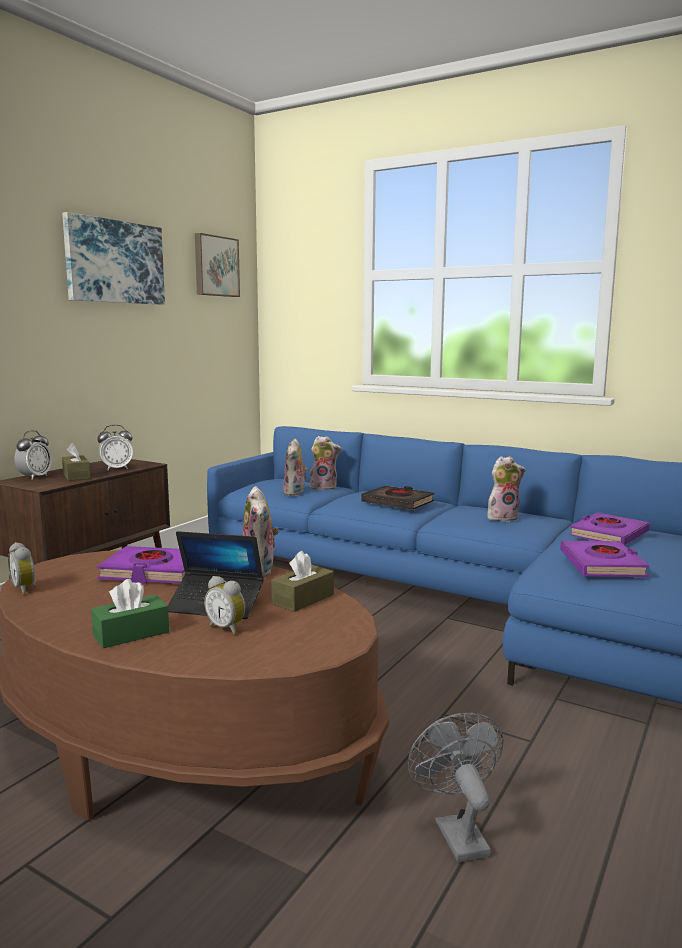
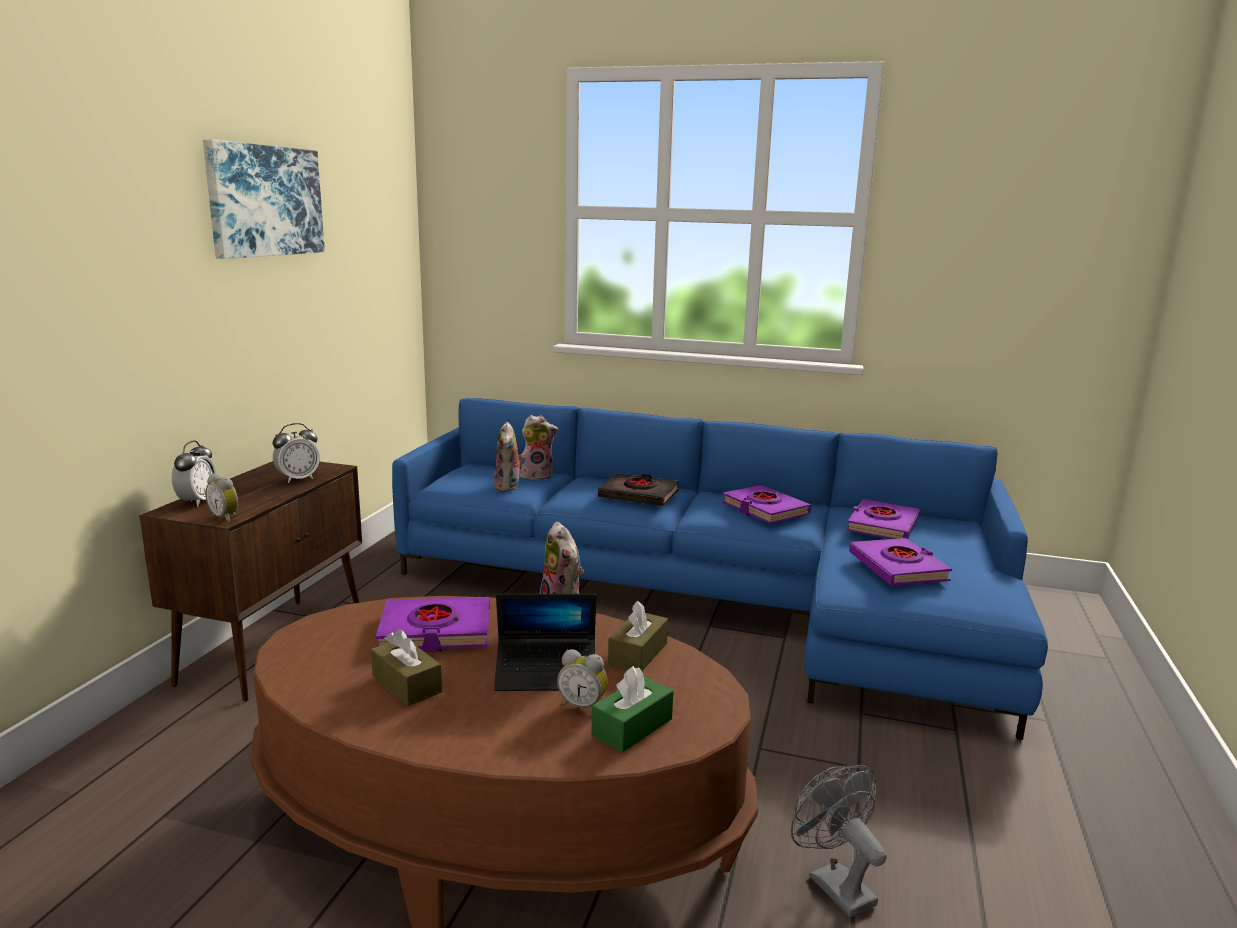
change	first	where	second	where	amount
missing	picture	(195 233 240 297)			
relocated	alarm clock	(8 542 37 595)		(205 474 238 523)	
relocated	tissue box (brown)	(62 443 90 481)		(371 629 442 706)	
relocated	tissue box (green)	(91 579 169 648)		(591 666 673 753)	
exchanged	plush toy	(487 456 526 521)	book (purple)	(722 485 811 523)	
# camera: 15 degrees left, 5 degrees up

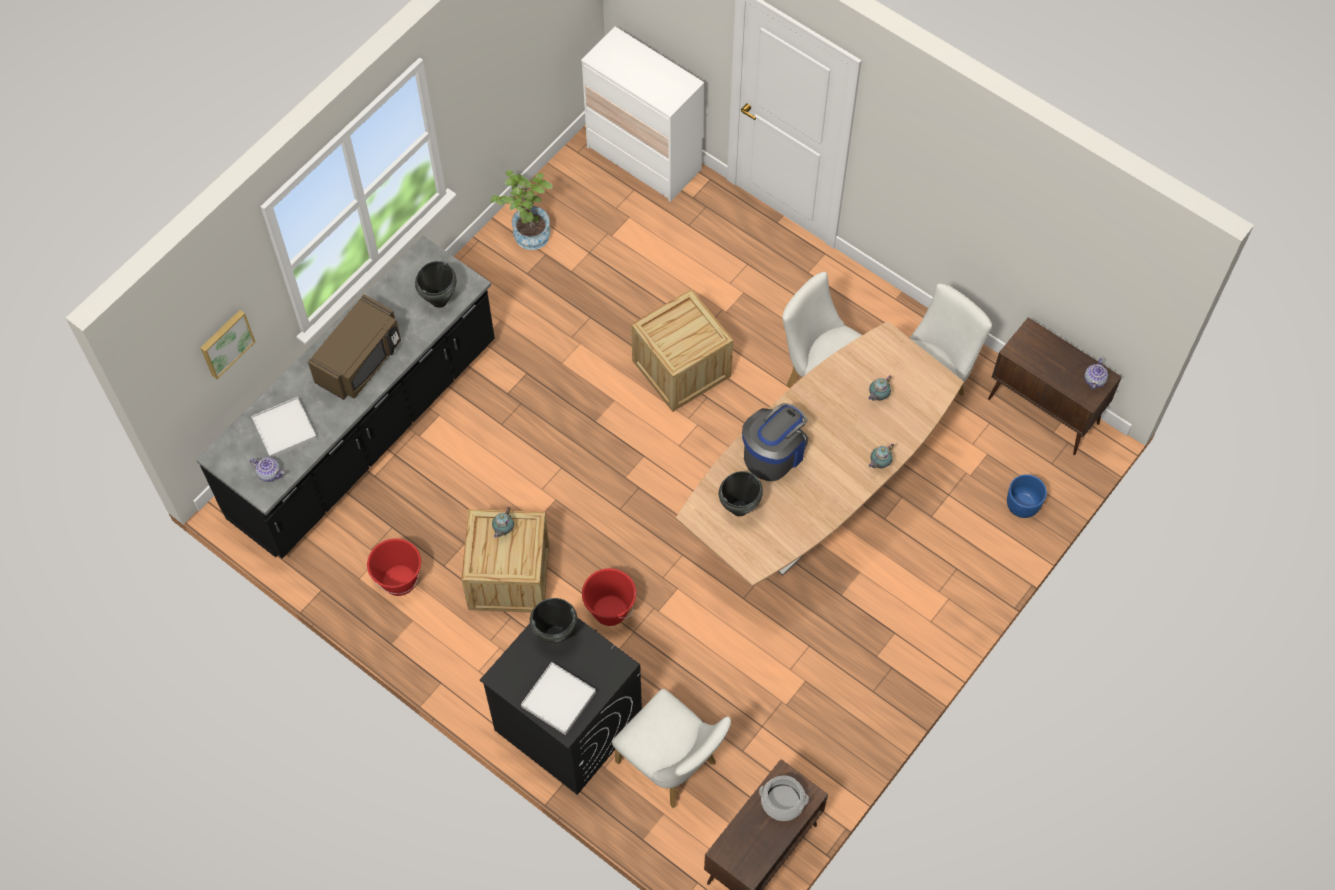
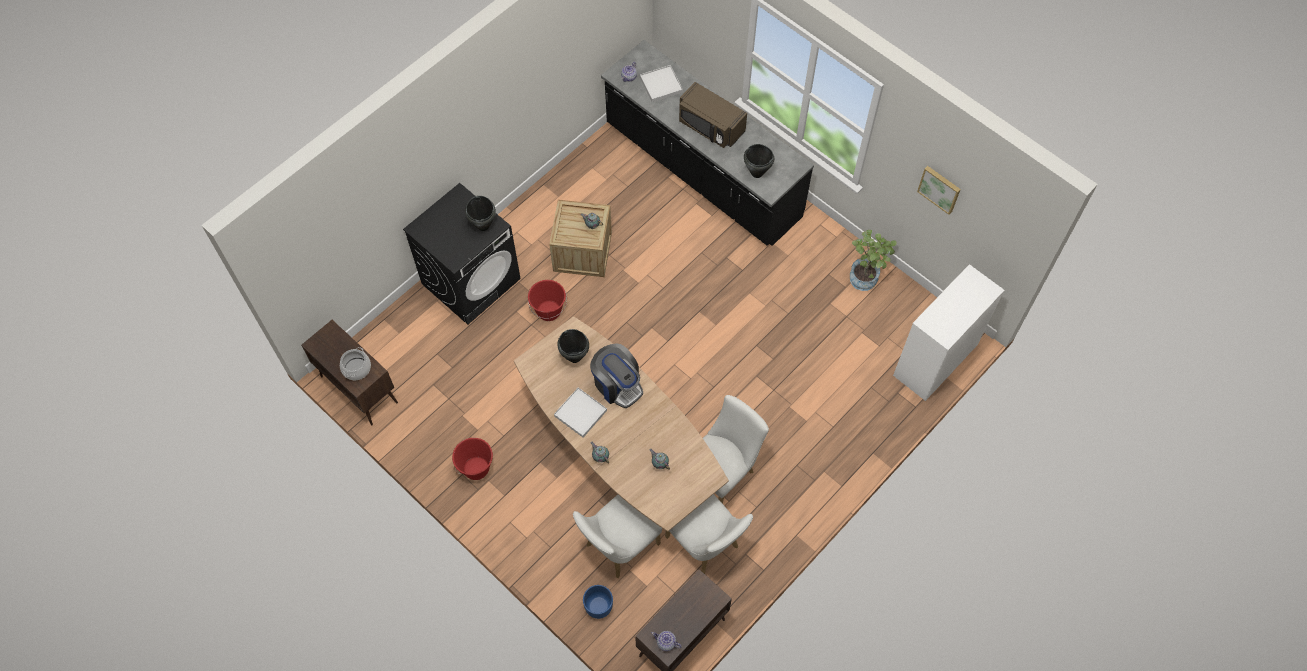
change	first	where	second	where	amount
missing	crate	(631 289 733 412)			
relocated	picture	(201 310 255 379)		(917 166 961 215)	
relocated	bucket (red)	(367 538 421 596)		(452 438 493 480)	
relocated	tray (white)	(521 662 596 735)		(554 388 607 438)	
relocated	chair (white)	(612 689 731 808)		(573 495 662 578)	
# camera: 95 degrees right, 0 degrees up

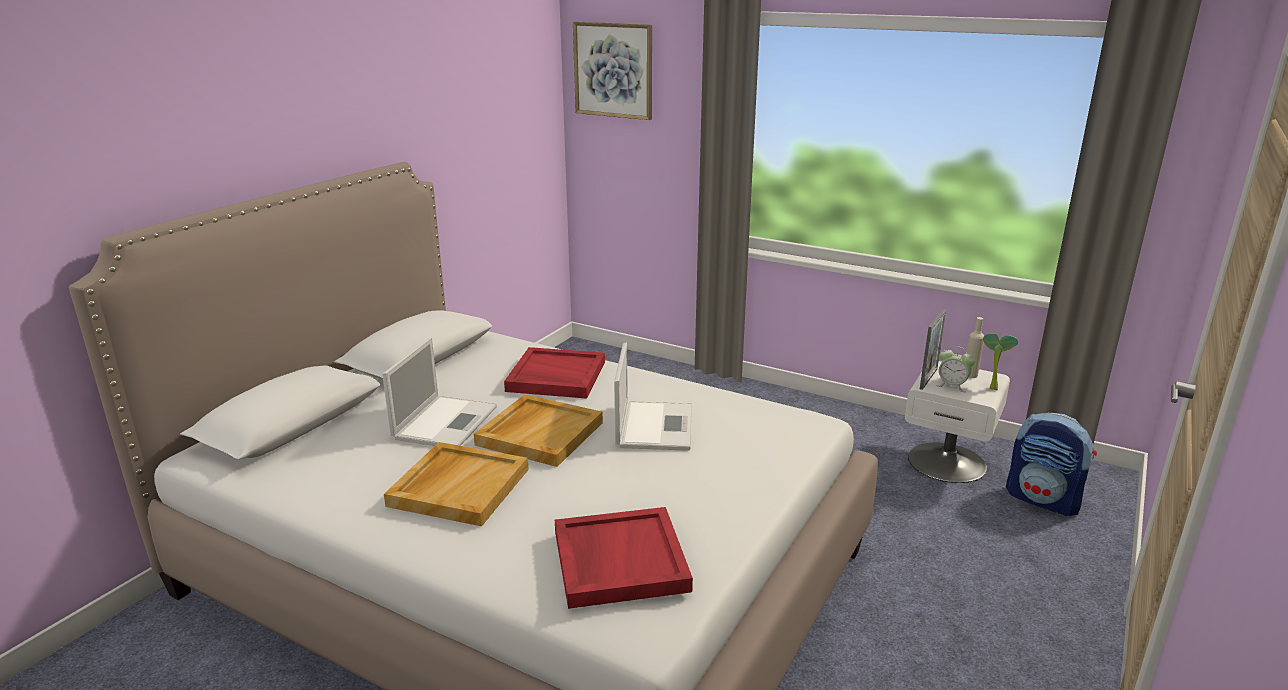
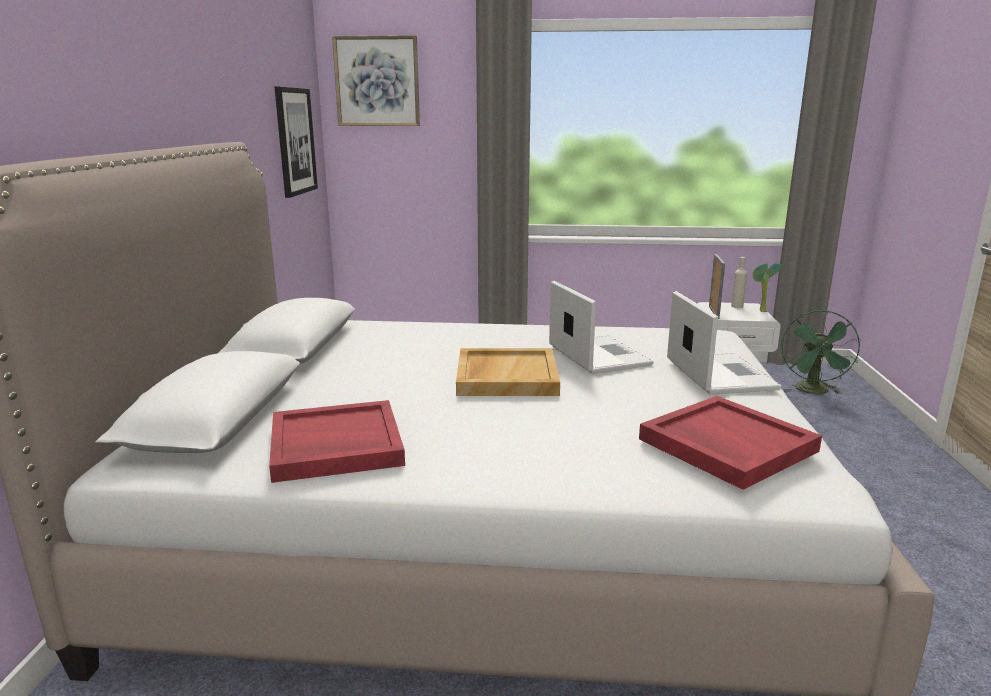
change	first	where	second	where	amount
missing	tray (beige)	(384 442 529 526)			
missing	alarm clock	(936 346 975 392)			
appeared			picture	(275 86 318 198)	
relocated	laptop	(382 337 497 446)		(667 291 781 395)	
relocated	tray (red)	(504 347 605 399)		(269 400 405 483)	
exchanged	backpack	(1006 413 1097 516)	fan (green)	(781 310 861 394)	
# camera: 25 degrees left, 5 degrees down

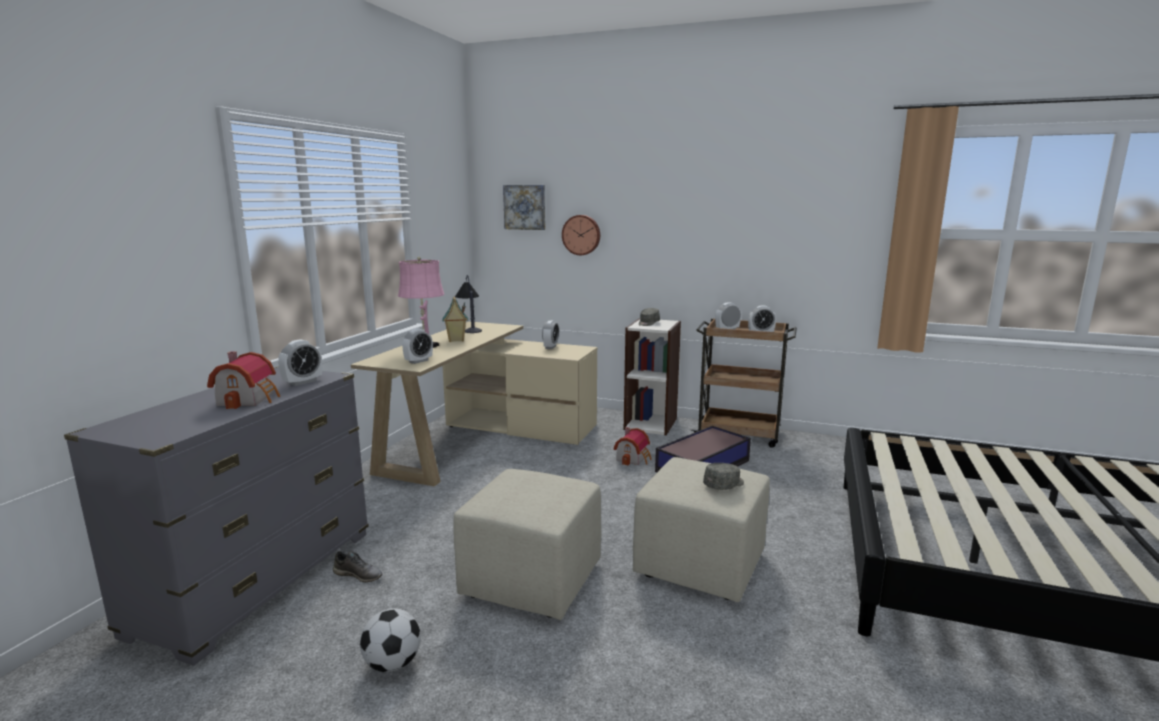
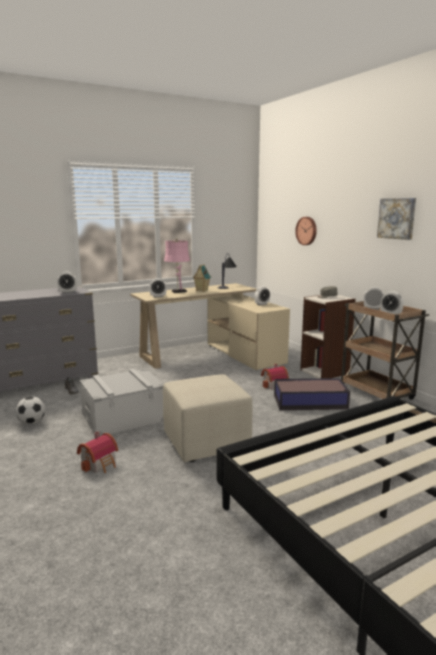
change	first	where	second	where	amount
missing	cap (grey)	(703 463 744 490)			
relocated	toy house	(207 351 280 409)		(77 431 118 473)	
relocated	picture	(503 185 545 230)		(377 198 416 240)	
exchanged	ottoman (beige)	(453 469 601 620)	storage box (grey)	(79 368 164 436)	
# camera: 40 degrees right, 0 degrees up

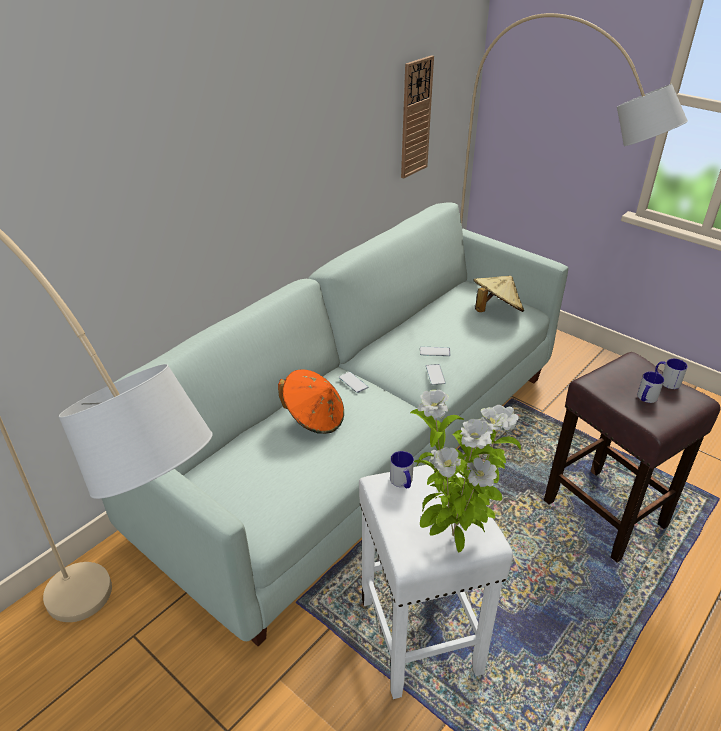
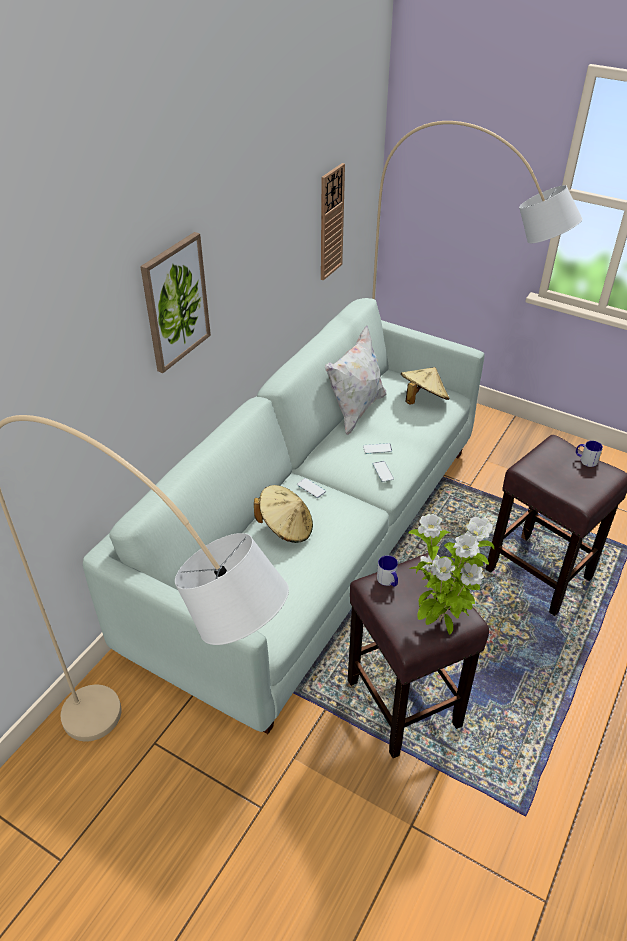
change	first	where	second	where	amount
missing	mug	(637 372 664 403)			
appeared			picture	(140 232 211 373)	
appeared			pillow (white)	(325 325 386 435)	
colour	hat (orange)	(278 369 344 434)	hat (beige)	(254 485 313 543)	
colour	stool (white)	(359 465 513 699)	stool (brown)	(348 553 489 758)	
# camera: 10 degrees left, 5 degrees up

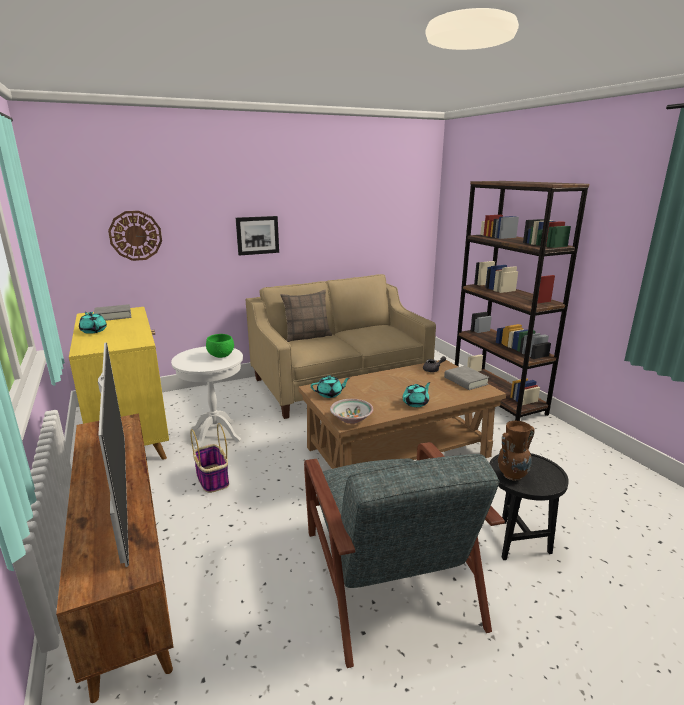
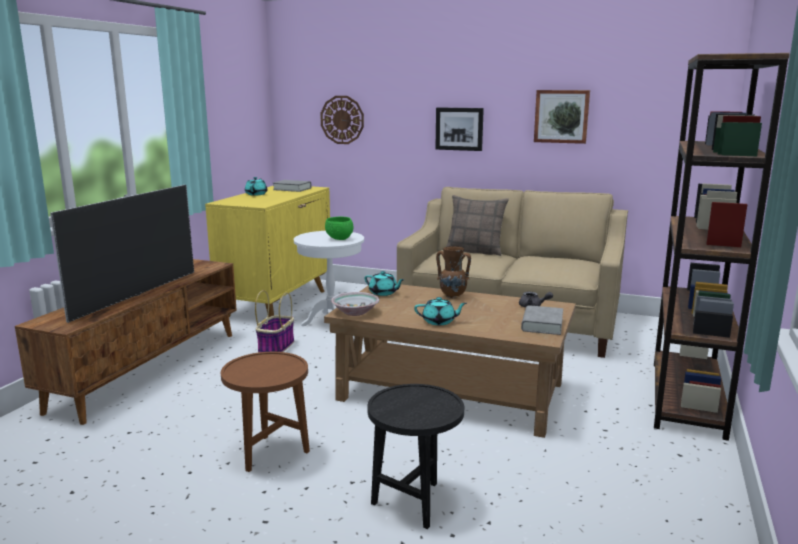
change	first	where	second	where	amount
appeared			picture	(534 90 590 144)	
relocated	vase (brown)	(498 421 535 481)		(436 246 471 298)	
exchanged	armchair (grey)	(304 442 505 668)	side table (brown)	(221 352 310 472)	
# camera: 45 degrees right, 5 degrees down

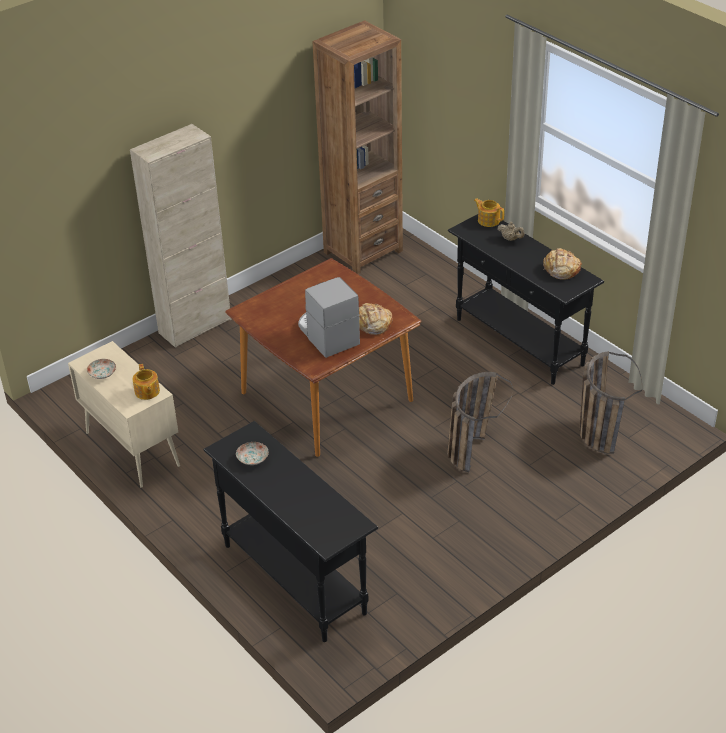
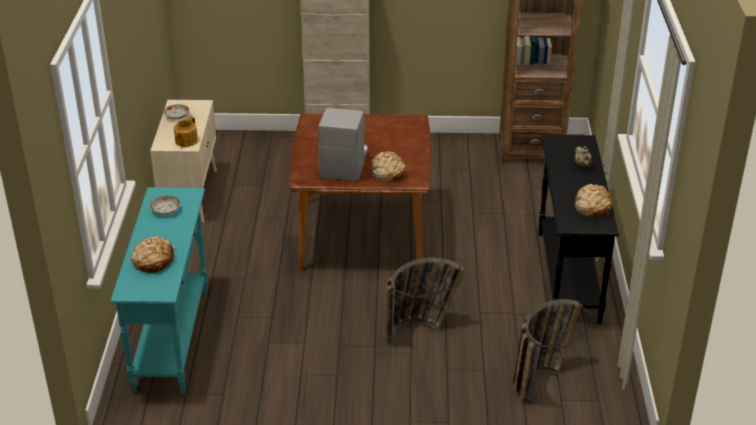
change	first	where	second	where	amount
missing	teapot	(474 198 504 227)			
appeared			bread	(131 236 175 273)	
colour	console table (black)	(203 421 378 642)	console table (turquoise)	(110 187 208 394)	
# camera: 40 degrees right, 5 degrees down

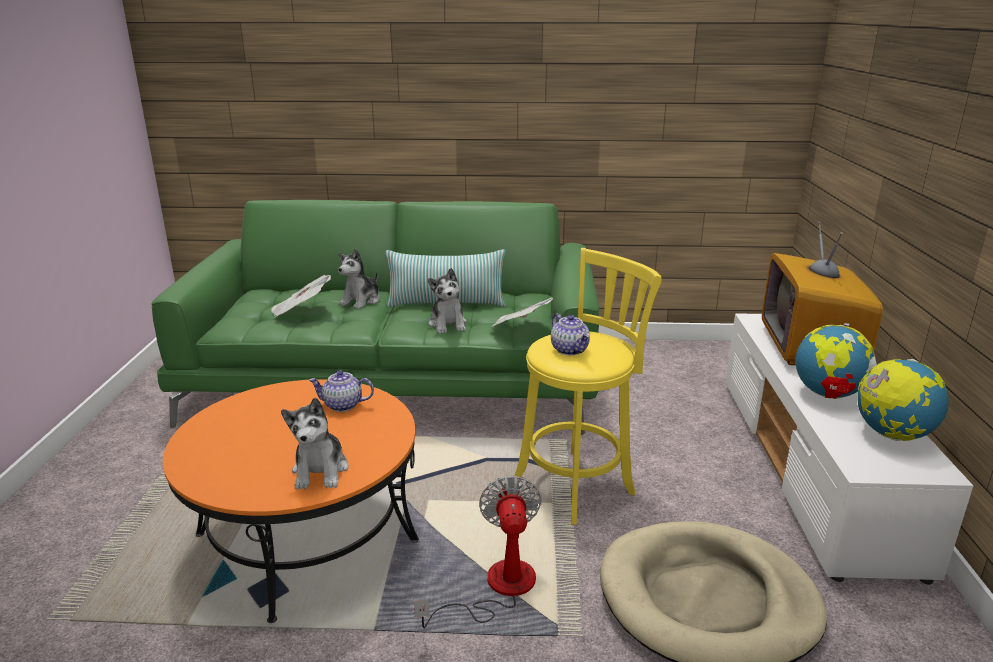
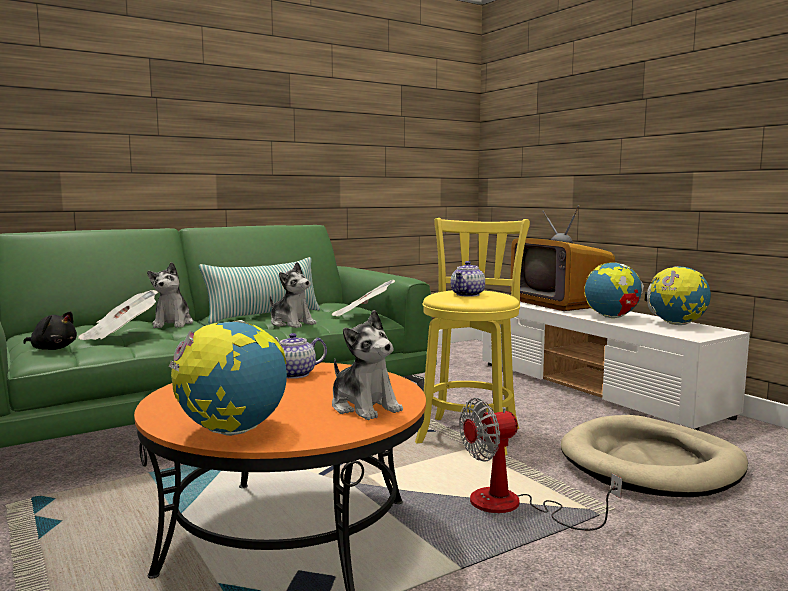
change	first	where	second	where	amount
appeared			plush toy (black)	(23 311 77 350)	
appeared			globe	(168 320 287 436)	
spun	fan	(414 476 541 628)		(459 398 622 531)	75 degrees counterclockwise
spun	teapot	(551 313 590 355)		(450 261 485 297)	90 degrees clockwise
# camera: 35 degrees left, 15 degrees down

